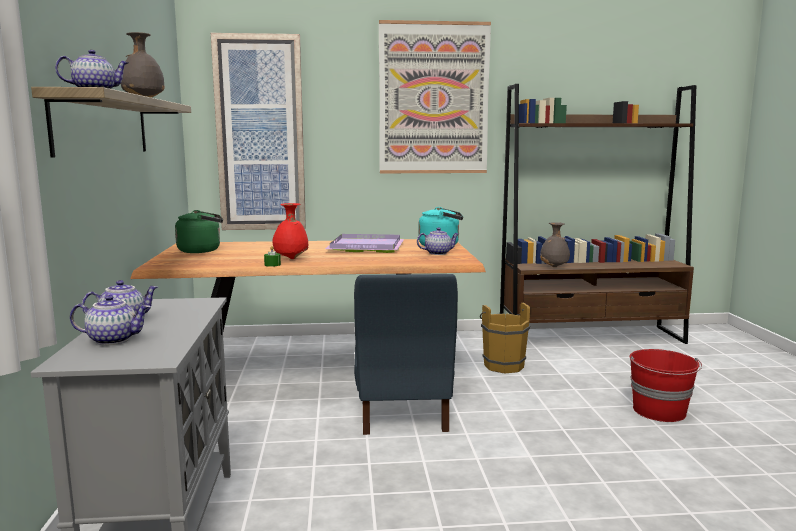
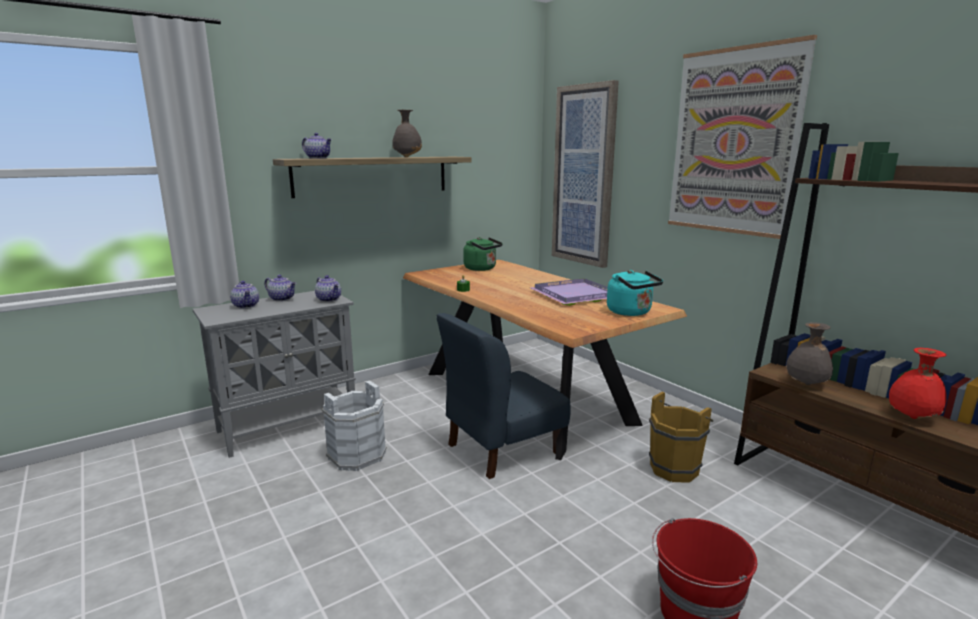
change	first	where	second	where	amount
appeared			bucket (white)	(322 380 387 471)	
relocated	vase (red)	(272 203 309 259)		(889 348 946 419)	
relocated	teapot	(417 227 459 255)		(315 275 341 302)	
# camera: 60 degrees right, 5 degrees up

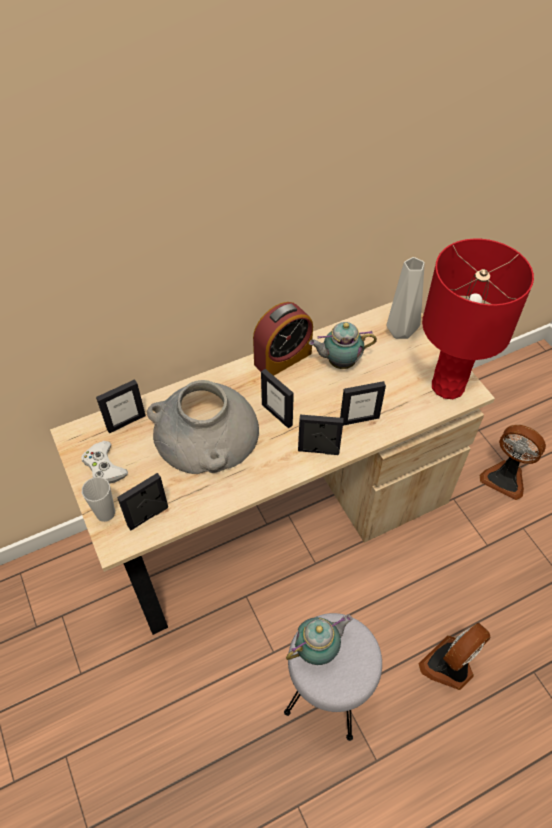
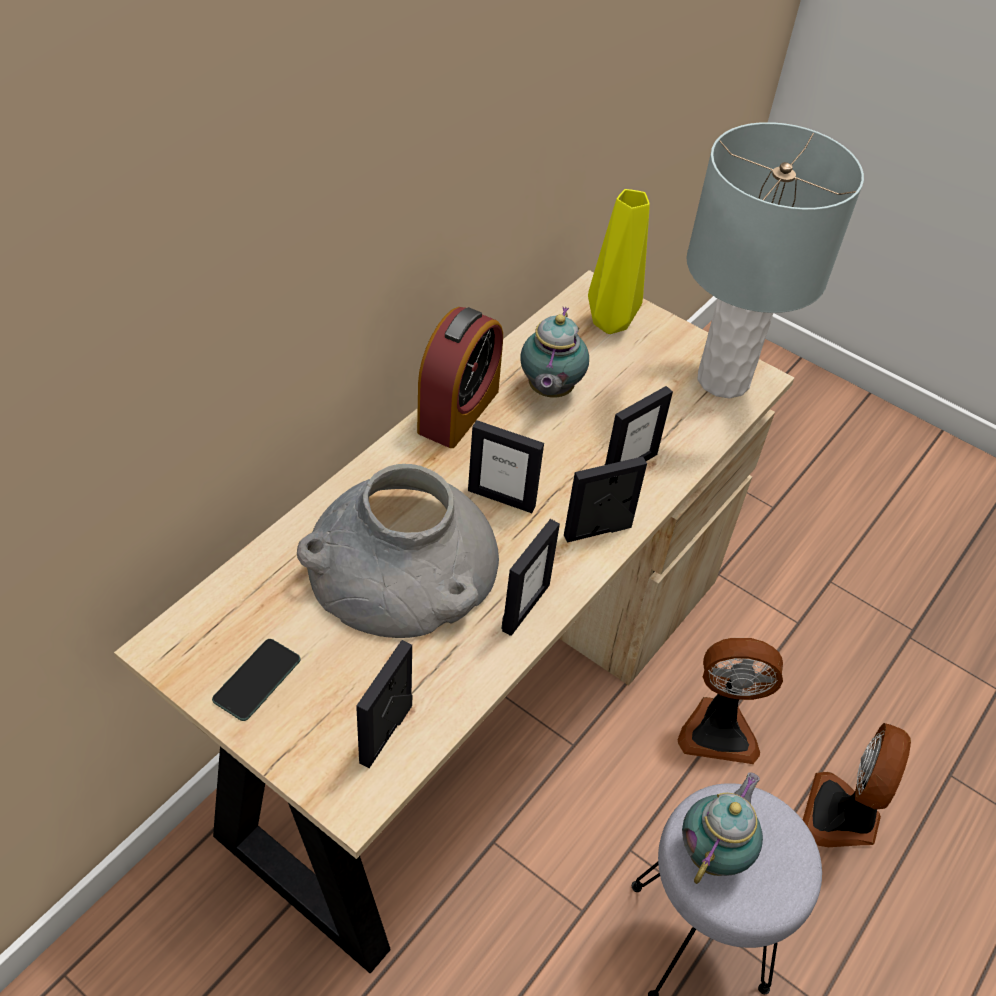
change	first	where	second	where	amount
missing	cup	(82 477 115 522)			
relocated	picture frame	(96 379 146 433)		(501 519 560 636)	
relocated	fan	(479 425 546 500)		(678 638 783 764)	
exchanged	game controller (white)	(81 441 128 484)	phone	(212 639 301 721)	
colour	vase (grey)	(386 257 425 339)	vase (yellow)	(588 189 650 334)	
colour	table lamp (red)	(422 239 534 399)	table lamp (grey)	(686 122 864 399)	
spun	teapot	(309 322 377 369)		(520 307 589 398)	45 degrees counterclockwise
# camera: 30 degrees left, 5 degrees down

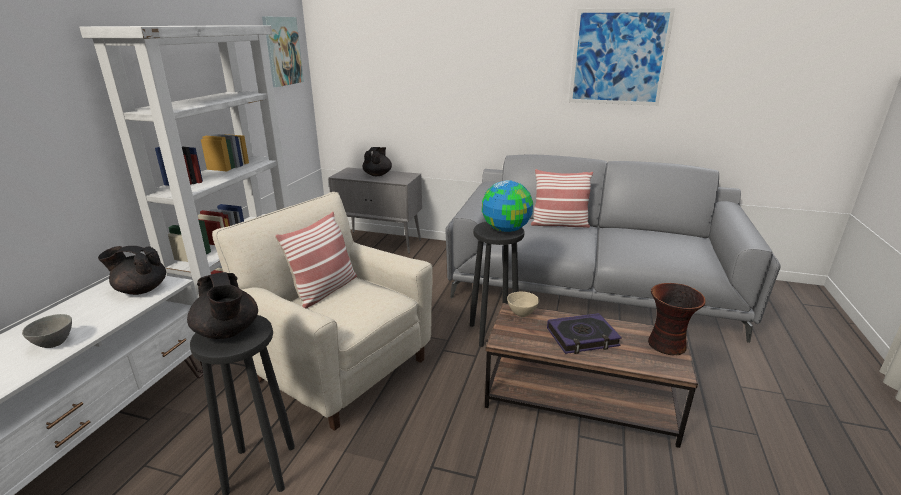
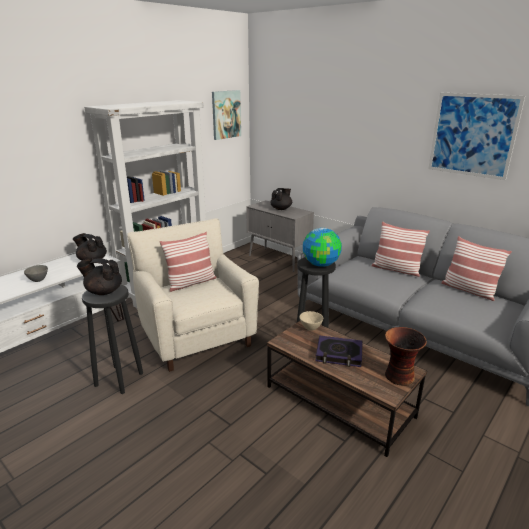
change	first	where	second	where	amount
appeared			pillow	(441 236 512 301)	
spun	teapot (black)	(187 272 258 339)		(77 258 122 295)	105 degrees clockwise
# camera: 25 degrees right, 0 degrees up

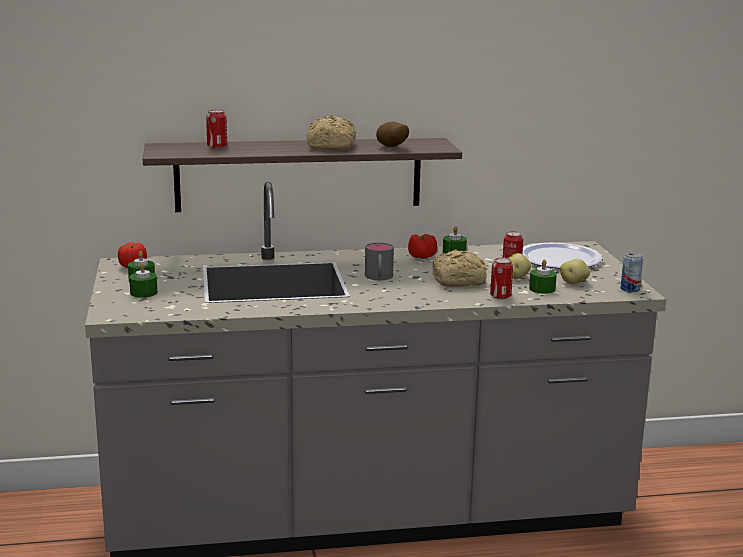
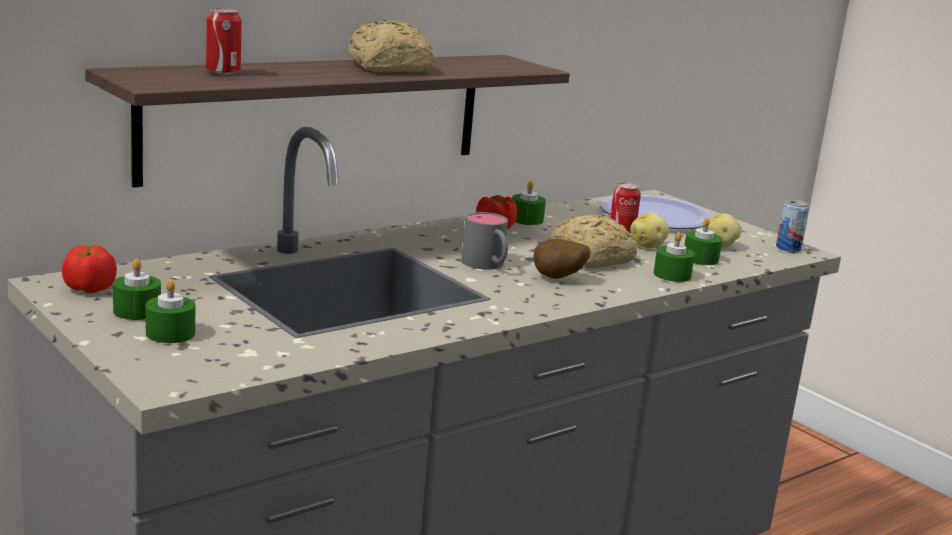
change	first	where	second	where	amount
relocated	potato	(376 122 409 147)		(533 239 591 279)	
exchanged	can	(490 257 513 299)	candle (green)	(653 232 695 282)	
# camera: 30 degrees left, 0 degrees up

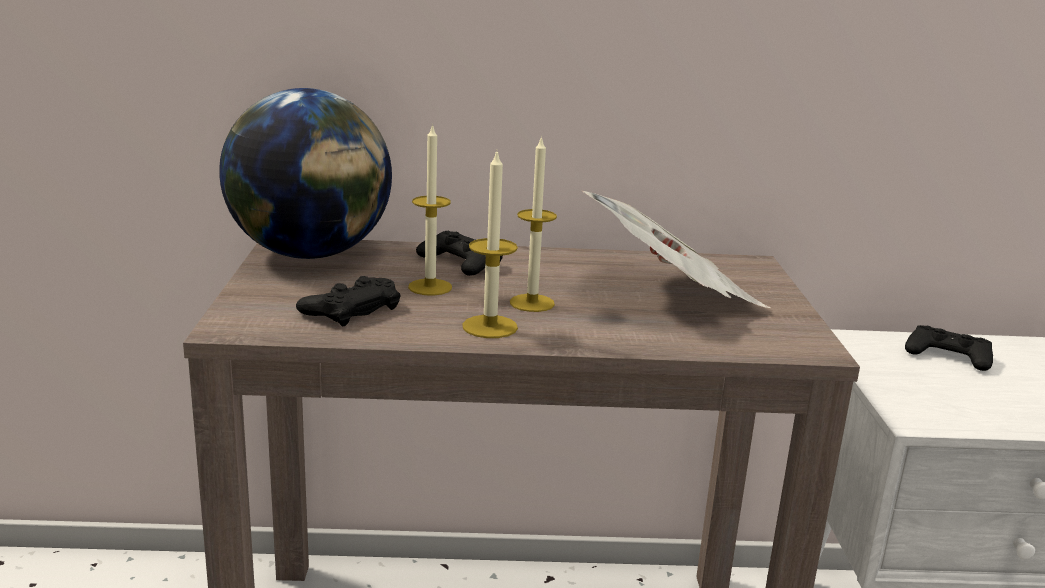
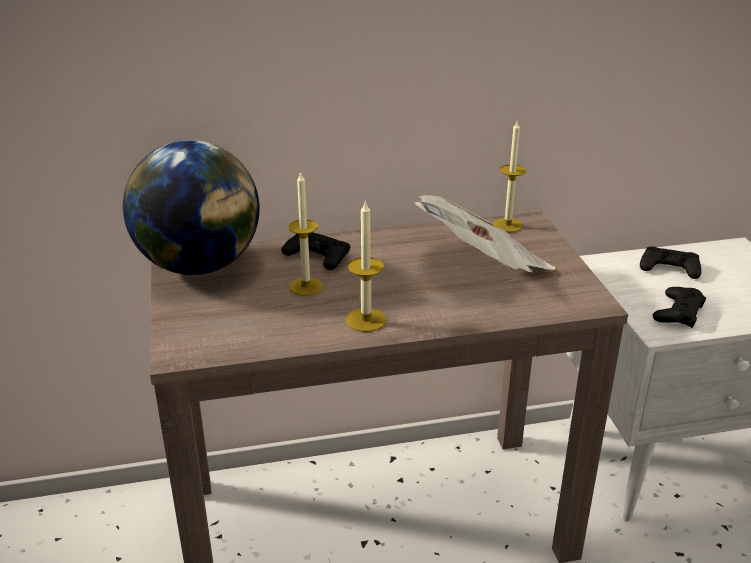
change	first	where	second	where	amount
relocated	game controller (black)	(296 276 401 327)		(653 287 706 328)	
relocated	candle	(510 135 557 312)		(493 121 526 232)	
# camera: 10 degrees left, 10 degrees up

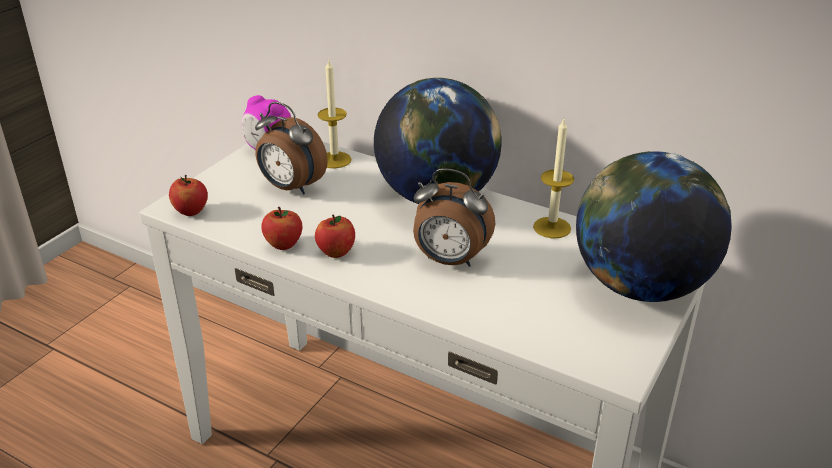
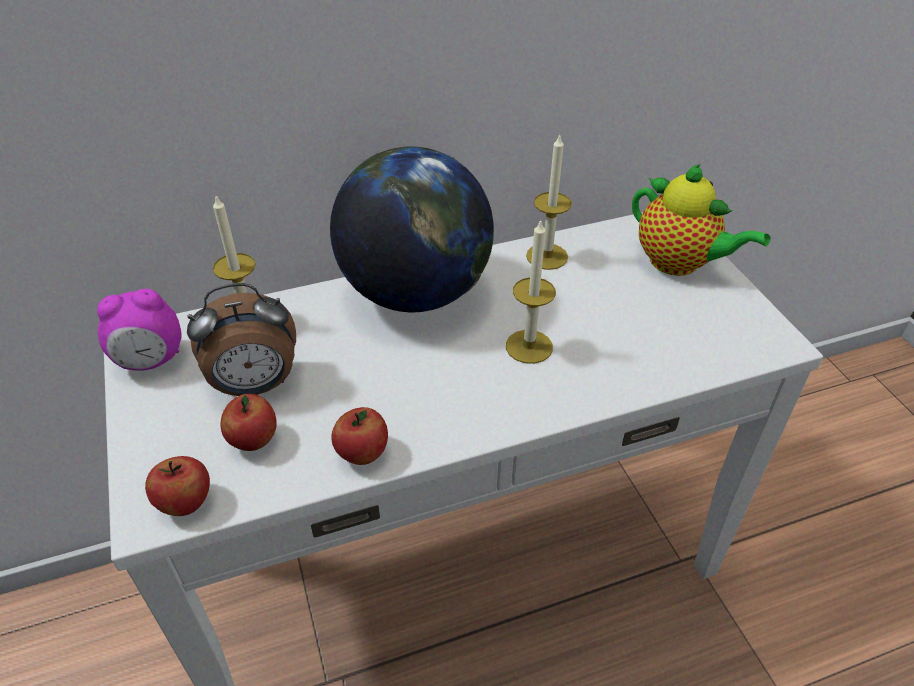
change	first	where	second	where	amount
relocated	apple	(315 215 355 258)		(220 394 277 451)	
exchanged	alarm clock	(413 168 495 267)	candle	(506 220 556 364)	
exchanged	globe	(576 151 732 302)	teapot	(632 164 770 276)	
# camera: 50 degrees left, 10 degrees up

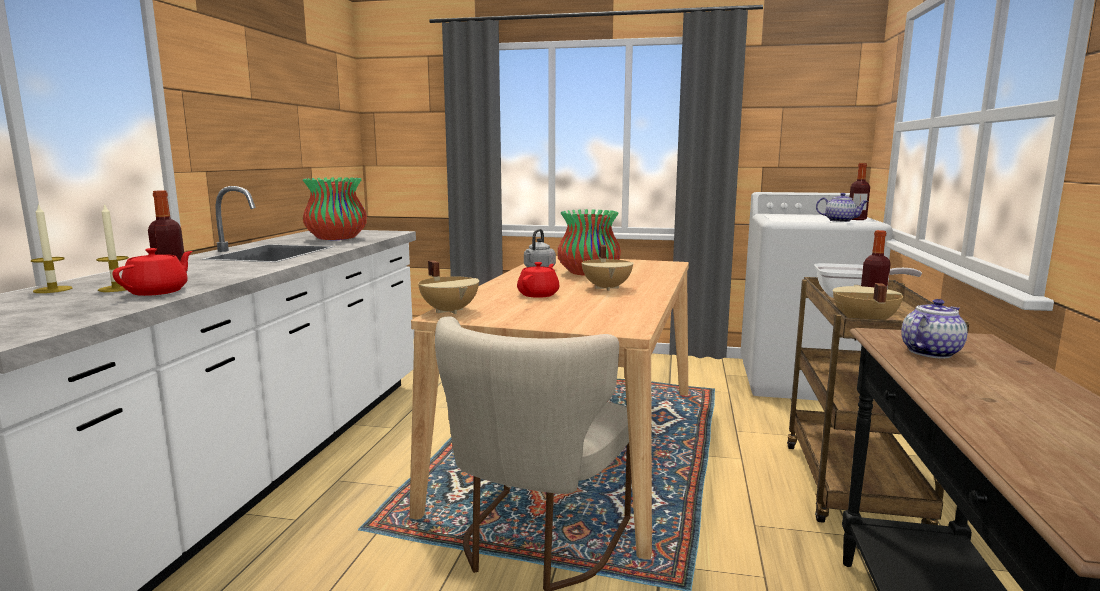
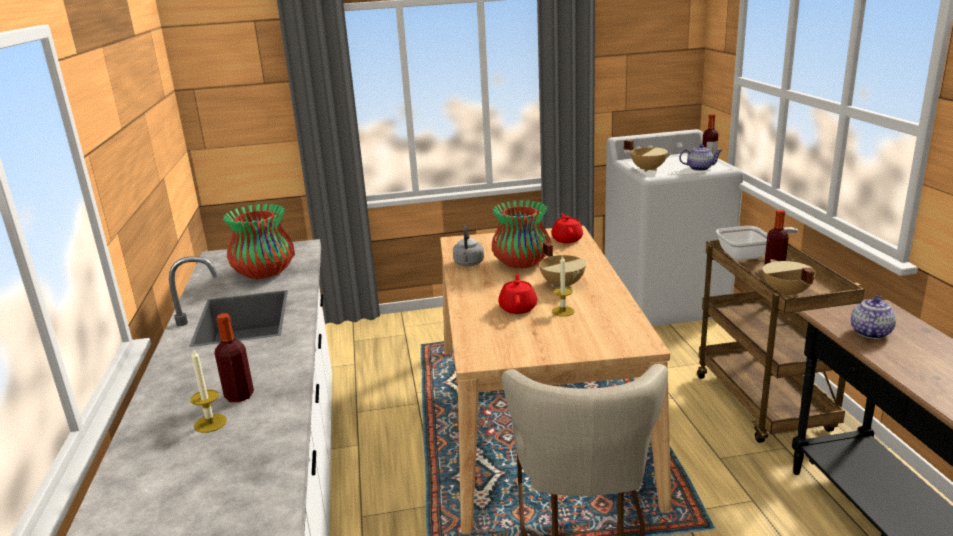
change	first	where	second	where	amount
relocated	candle	(31 204 72 293)		(552 255 574 317)	
relocated	teapot (red)	(112 248 193 296)		(551 213 583 243)	
relocated	cooking pot (beige)	(418 260 479 314)		(624 140 671 172)	
# camera: 20 degrees left, 10 degrees up

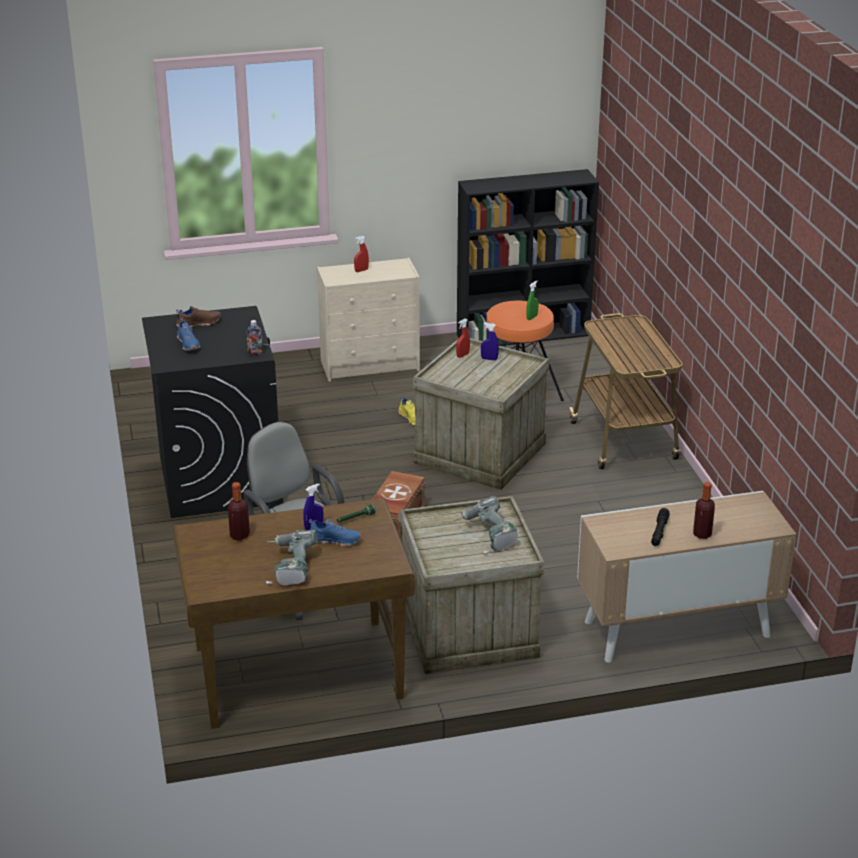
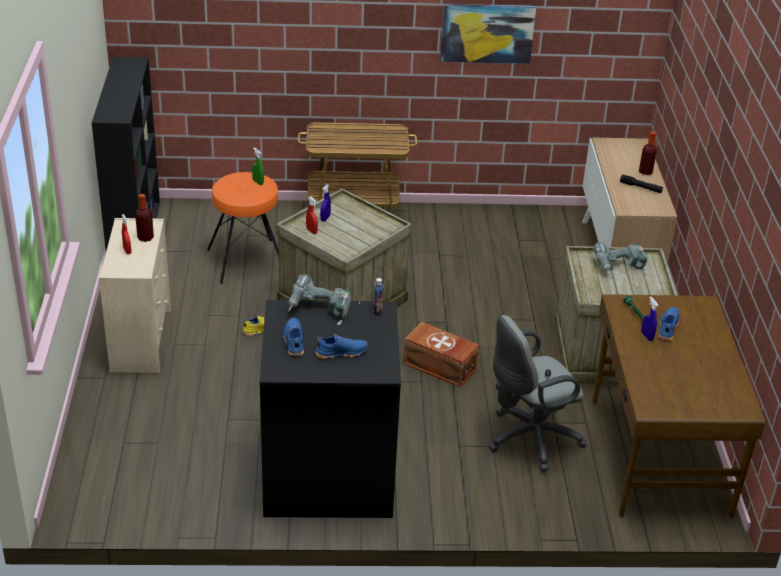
change	first	where	second	where	amount
appeared			picture	(440 4 536 64)	
relocated	bottle	(228 482 250 540)		(135 194 154 242)	
relocated	power drill	(266 529 318 585)		(288 274 351 325)	
colour	shoe (brown)	(176 306 221 327)	shoe (blue)	(283 318 304 356)	
# camera: 80 degrees left, 5 degrees up

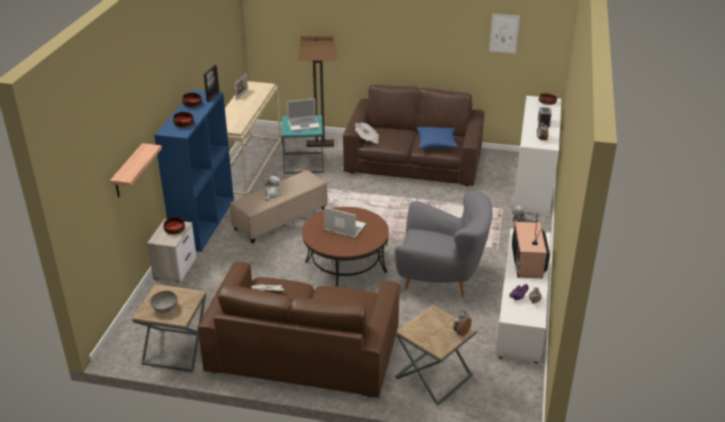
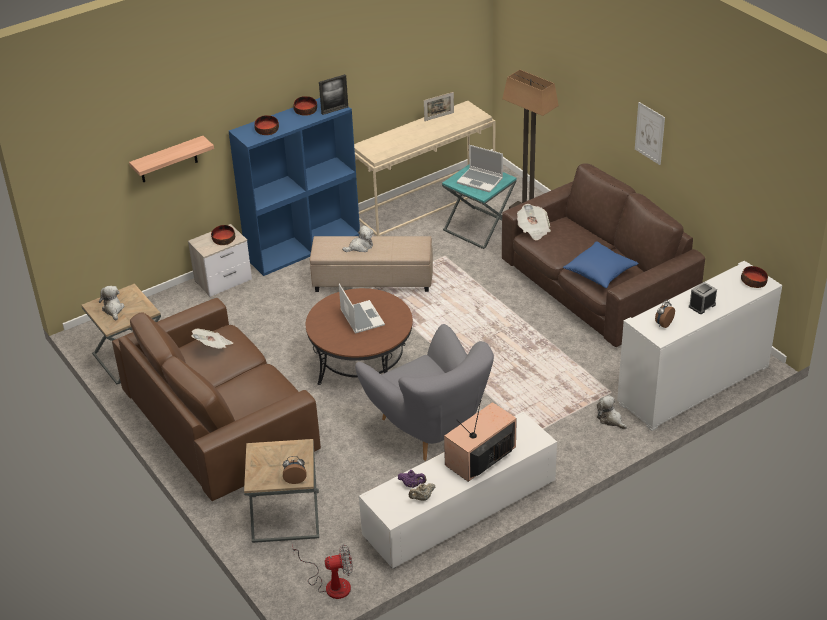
change	first	where	second	where	amount
appeared			fan	(292 544 353 599)	
relocated	picture	(489 14 520 54)		(635 102 665 165)	
exchanged	bowl (grey)	(150 291 178 313)	plush toy	(99 286 124 320)	
# camera: 45 degrees right, 5 degrees up

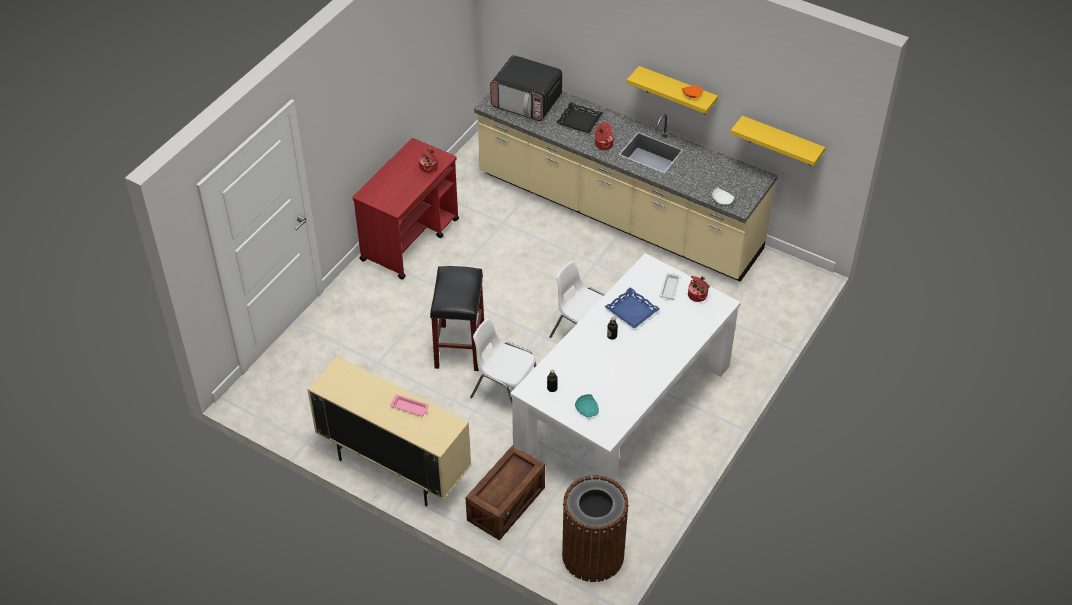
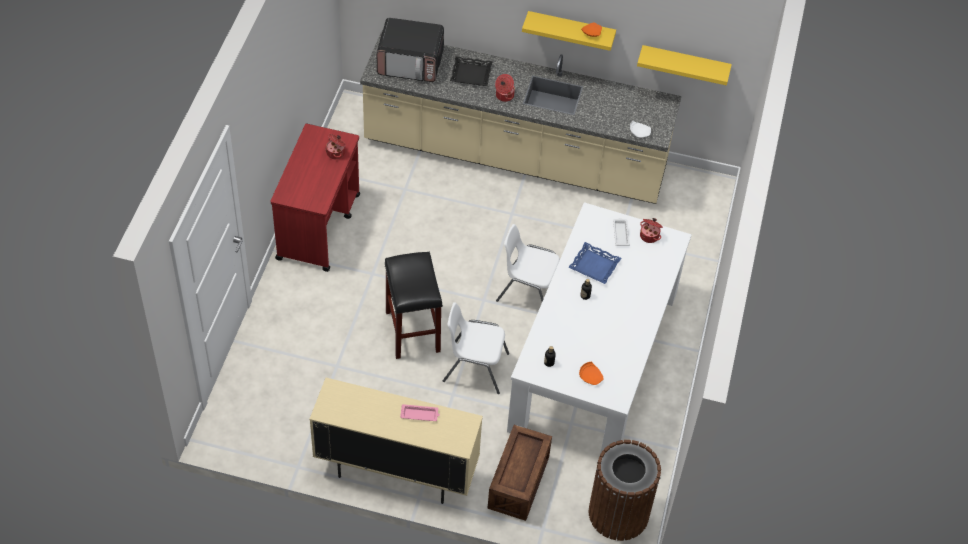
change	first	where	second	where	amount
colour	plate (turquoise)	(575 394 599 417)	plate (orange)	(579 362 604 385)	
# camera: 20 degrees left, 5 degrees up

